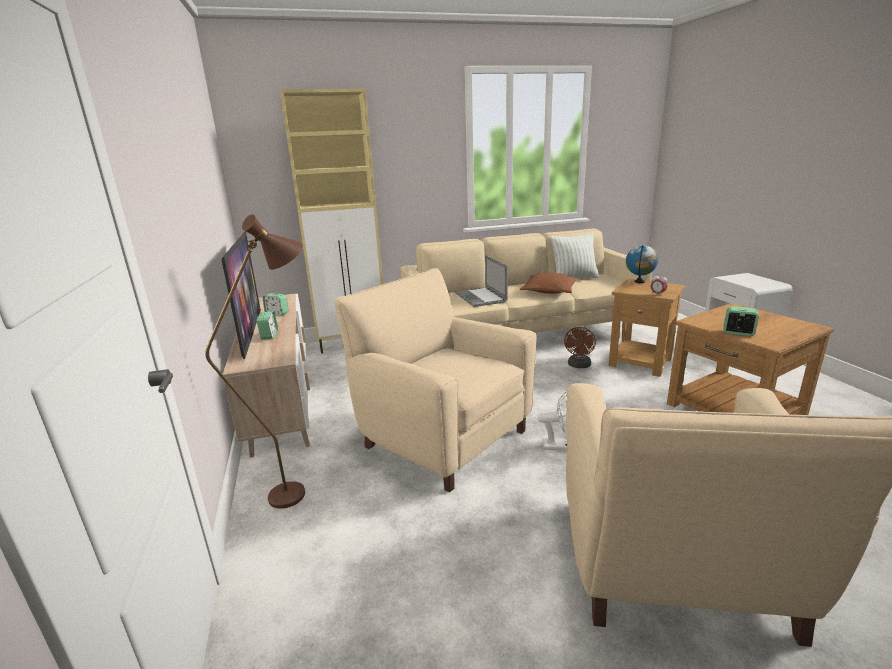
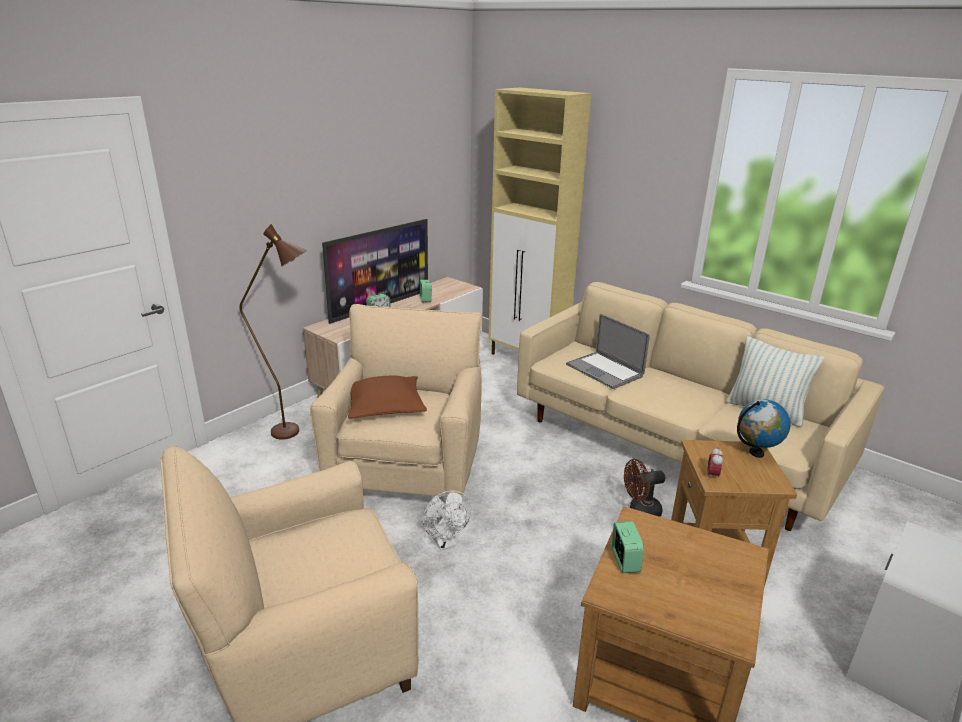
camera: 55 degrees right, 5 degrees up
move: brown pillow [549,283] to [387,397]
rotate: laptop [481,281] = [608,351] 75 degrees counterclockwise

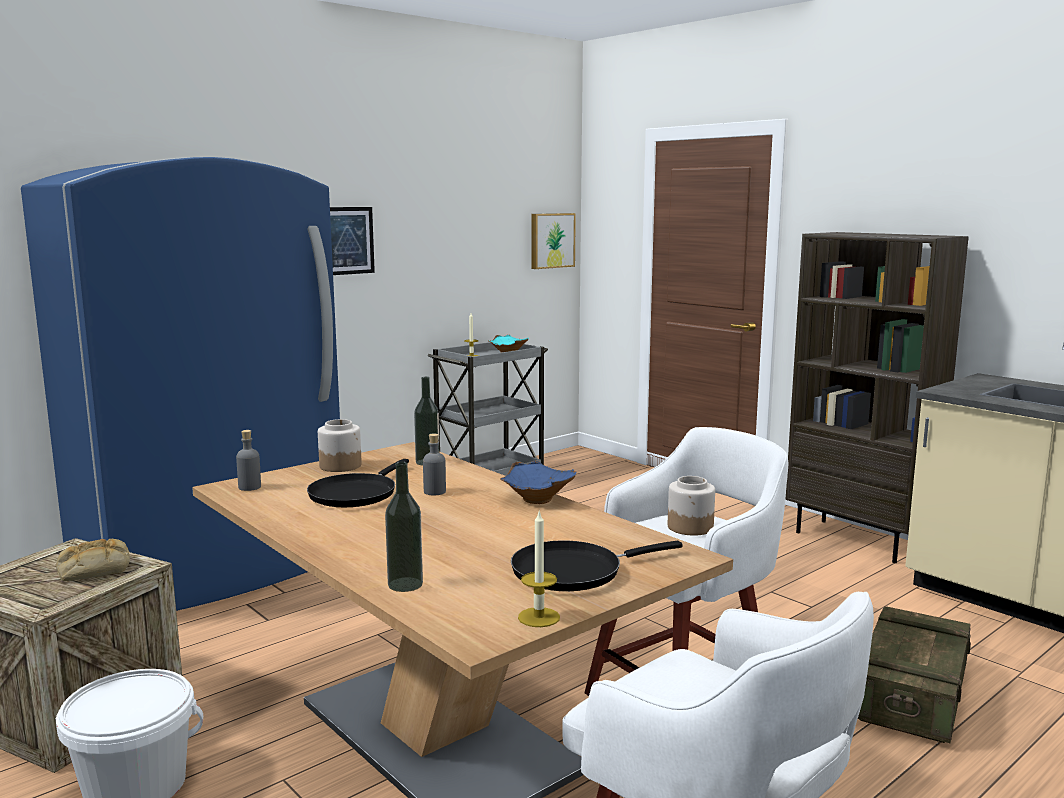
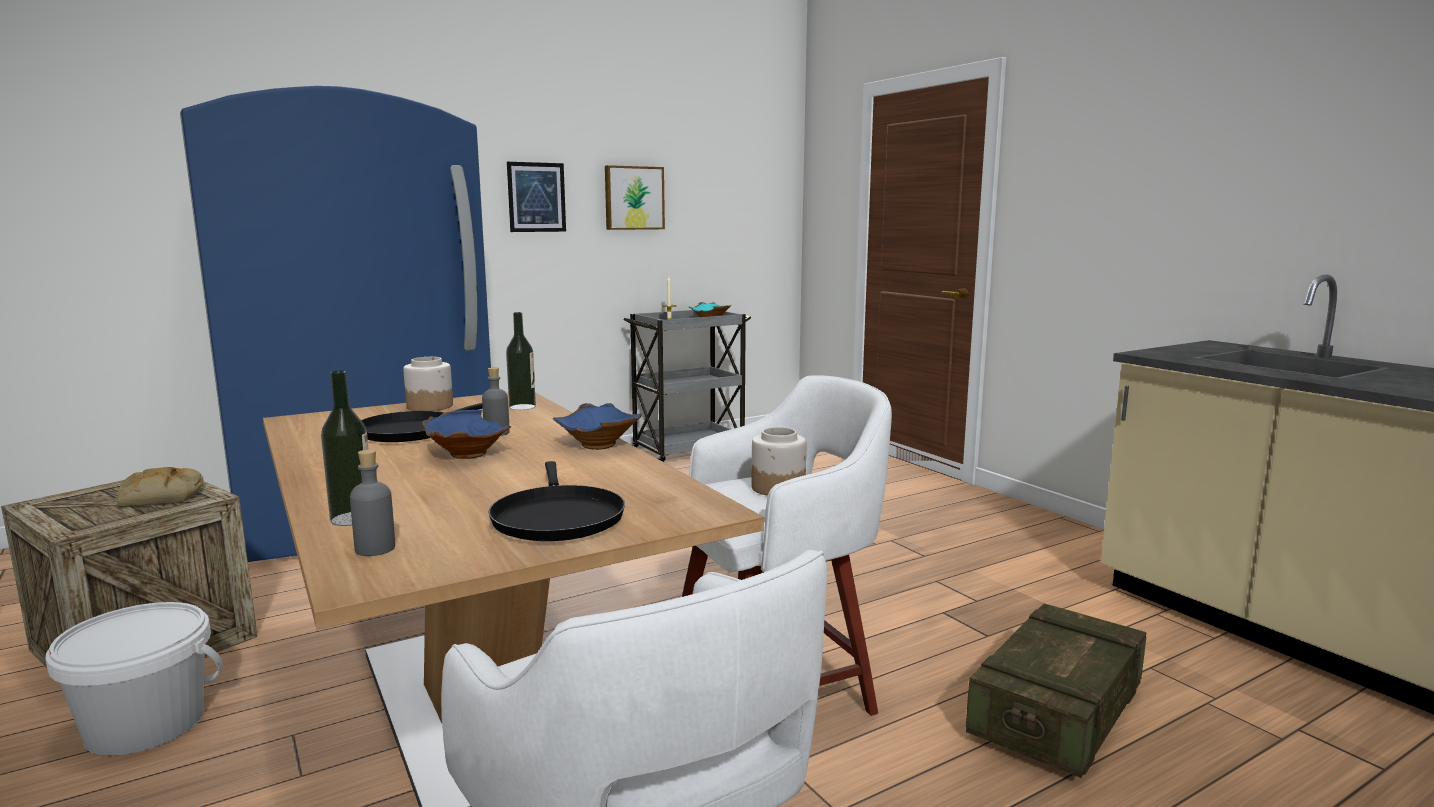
camera: 10 degrees right, 0 degrees up
delete: candle [539,568]; brown bookcase [877,397]
insert: blue bowl [467,434]
move: grey bottle [248,460] to [372,502]; picture [554,241] to [635,197]
rotate: black frying pan [597,565] = [556,501] 90 degrees counterclockwise

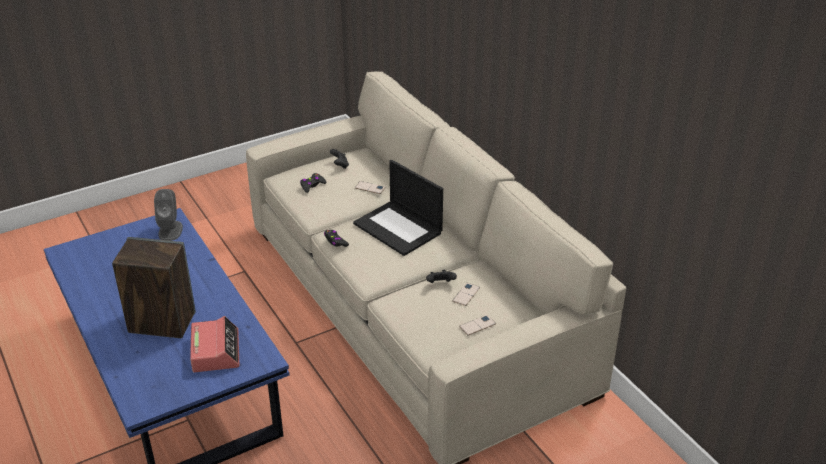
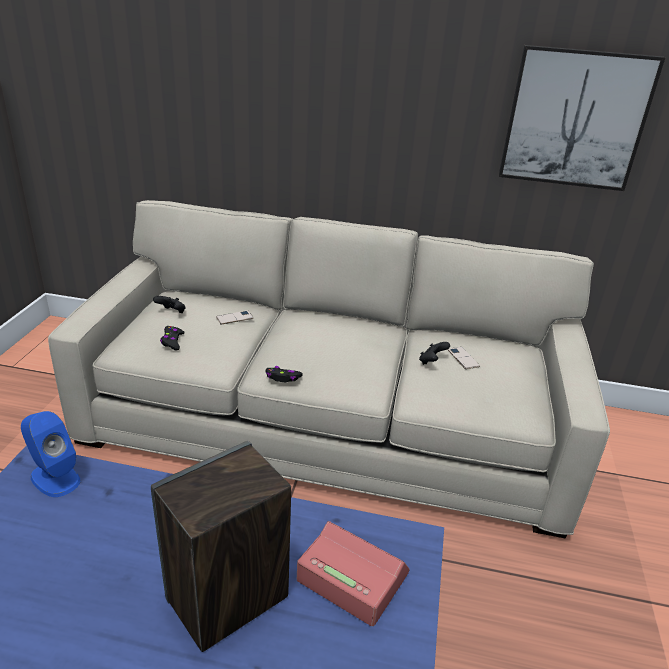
camera: 50 degrees left, 5 degrees down
delete: laptop [398,208]; phone [477,325]
insert: picture [582,118]
recolor: grey speaker [168,215] to blue speaker [50,454]

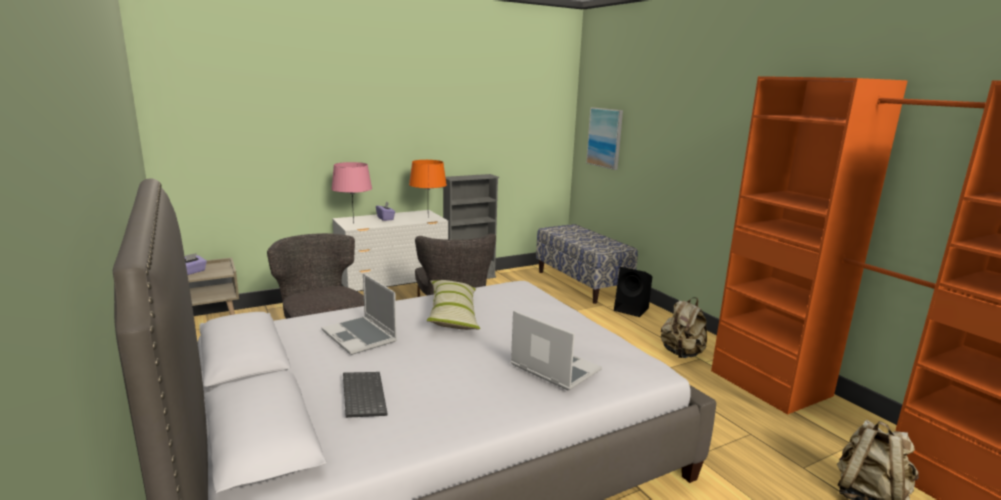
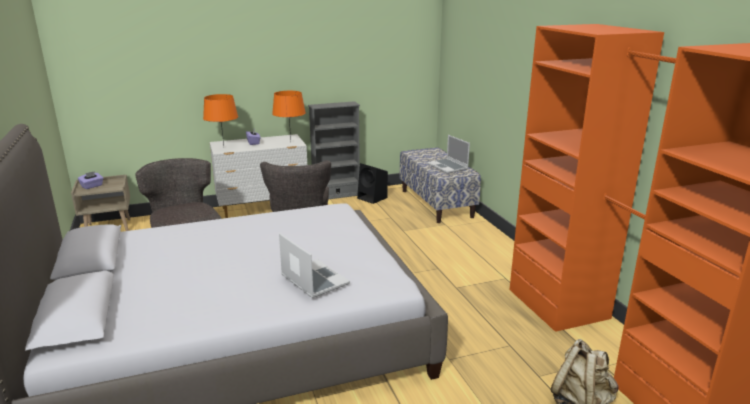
camera: 10 degrees right, 5 degrees up
delete: keyboard [365,395]; pillow [453,305]; picture [604,138]; beige backpack [684,327]
move: laptop [359,314] to [448,154]; black speaker [633,292] to [372,183]
recolor: pink table lamp [351,193] to orange table lamp [220,119]

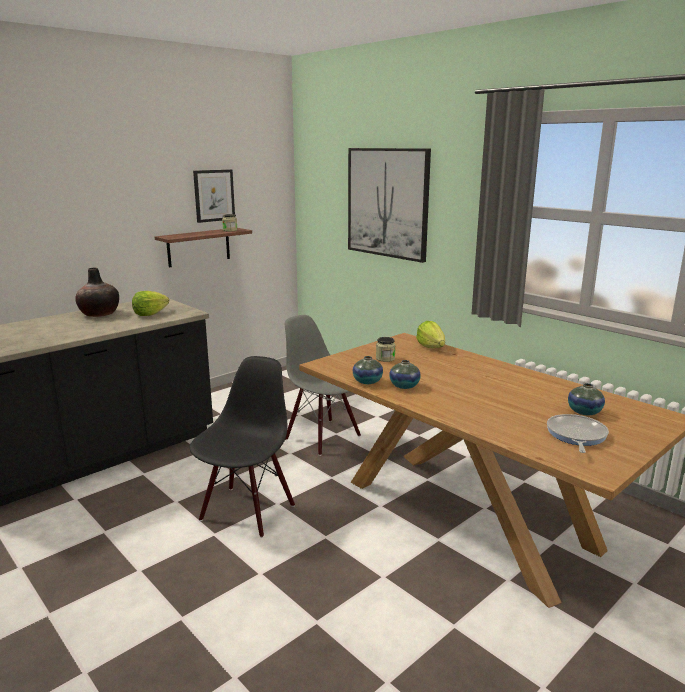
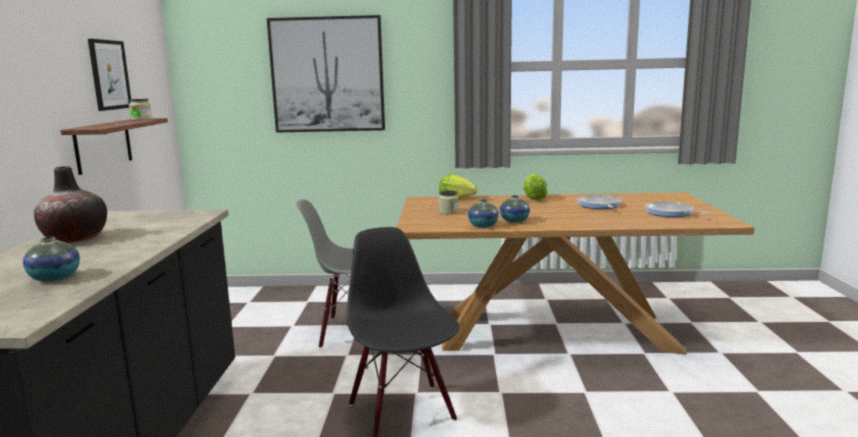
camera: 45 degrees left, 5 degrees down
insert: frying pan [599,202]
move: lettuce [150,303] to [535,187]; vase [586,399] to [51,259]

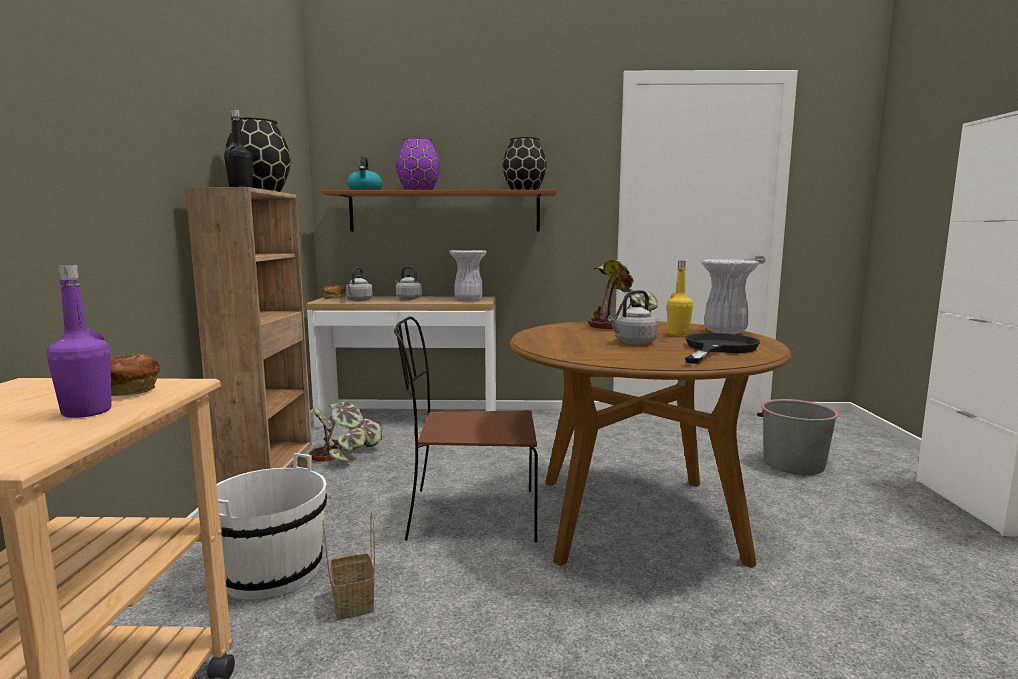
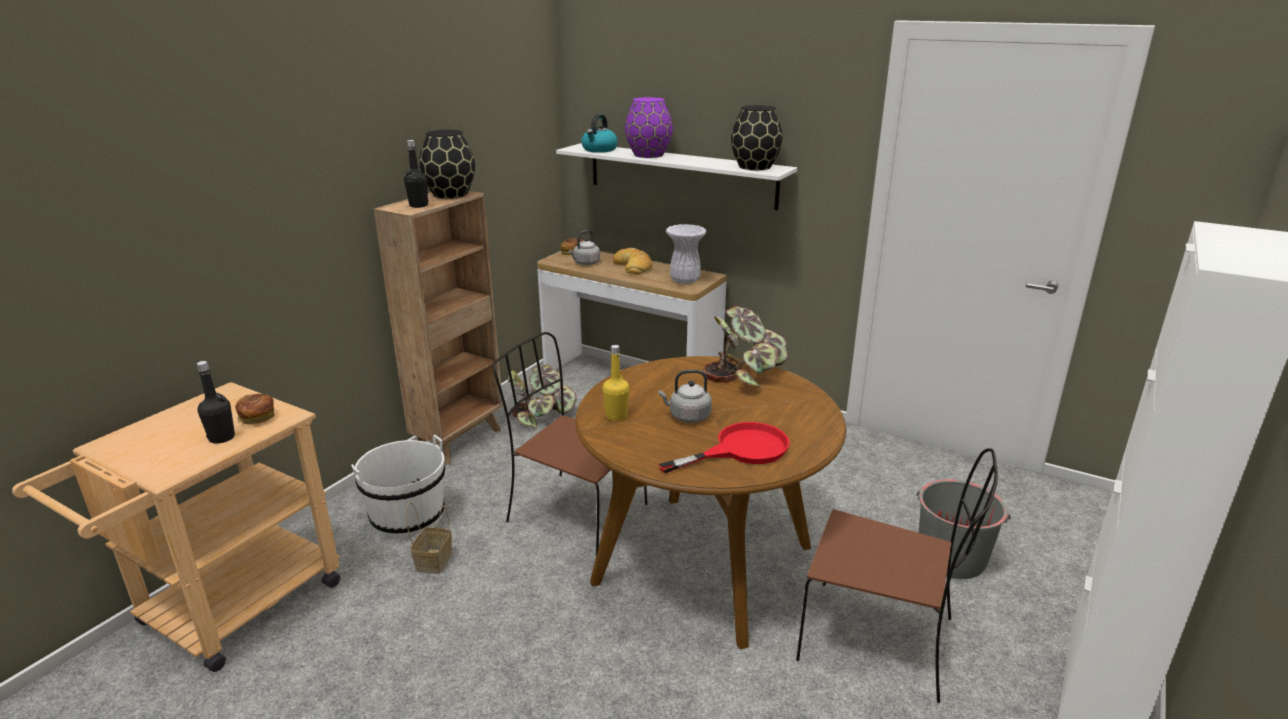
camera: 30 degrees right, 15 degrees up
delete: white vase [730,297]
insert: brown chair [897,575]
move: yellow bottle [680,298] to [615,383]
replace: grey kettle [408,283] to bread [632,261]
recolor: purple bottle [79,341] to black bottle [216,402]; brown shelf [439,210] to white shelf [676,176]; black frying pan [722,348] to red frying pan [724,447]

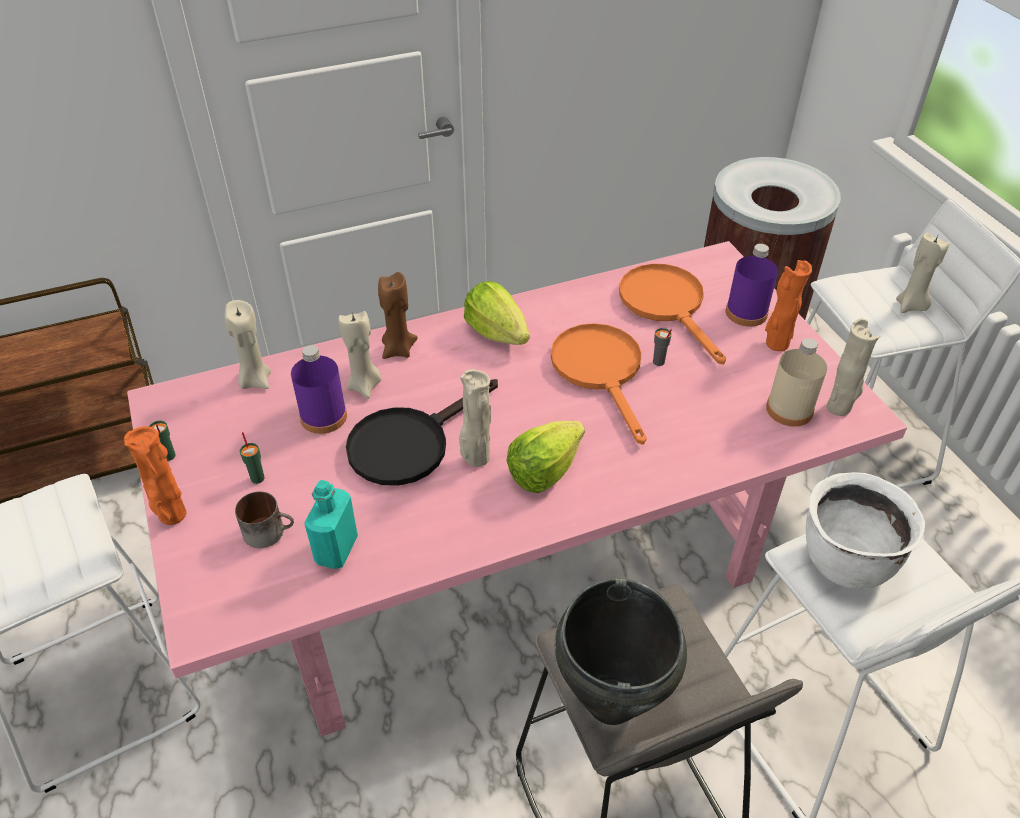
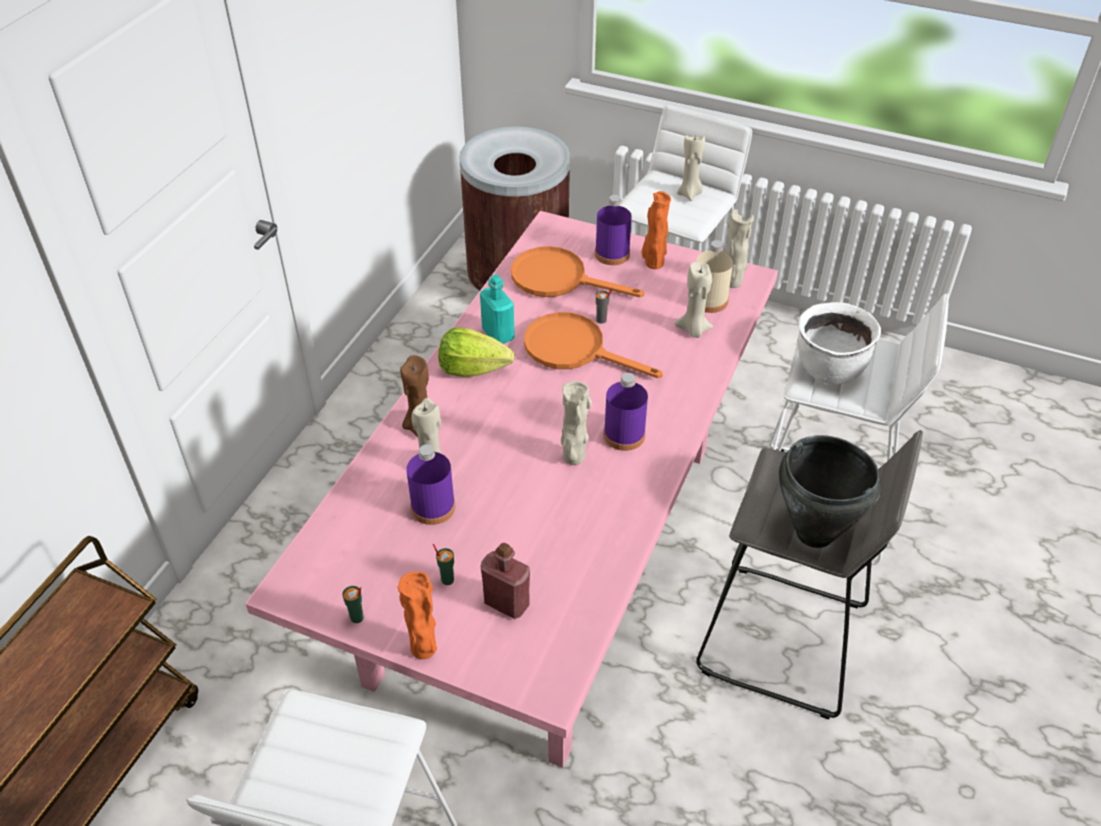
camera: 45 degrees left, 0 degrees up
delete: black frying pan [422,432]
move: beige candle [248,344] to [694,300]; turquoise bottle [331,524] to [497,309]
replace: mug [264,519] to red bottle [505,581]; lettuce [545,457] to purple bottle [626,412]

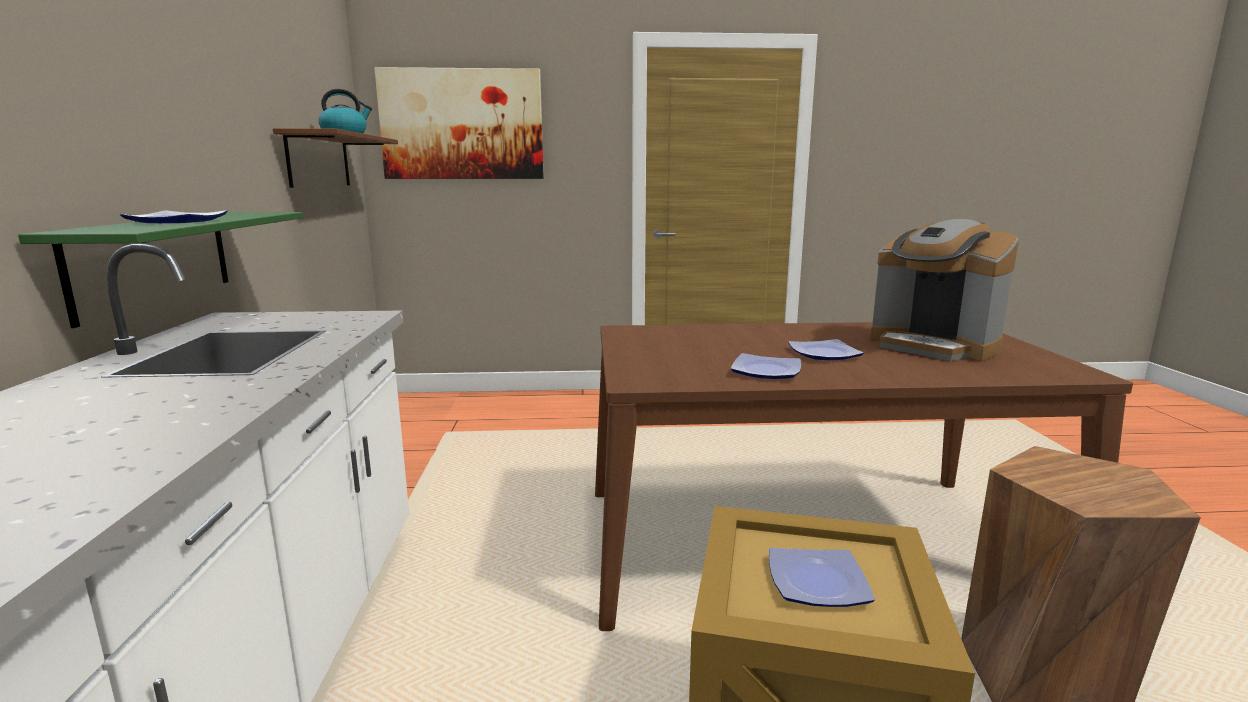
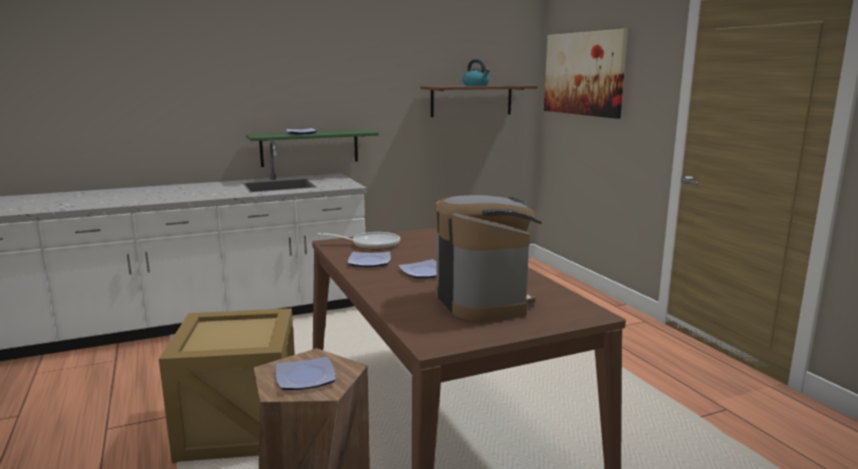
camera: 70 degrees right, 0 degrees up
insert: frying pan [358,241]
move: plate [822,577] to [306,373]
rotate: coffee machine [944,290] = [488,258] 135 degrees clockwise

